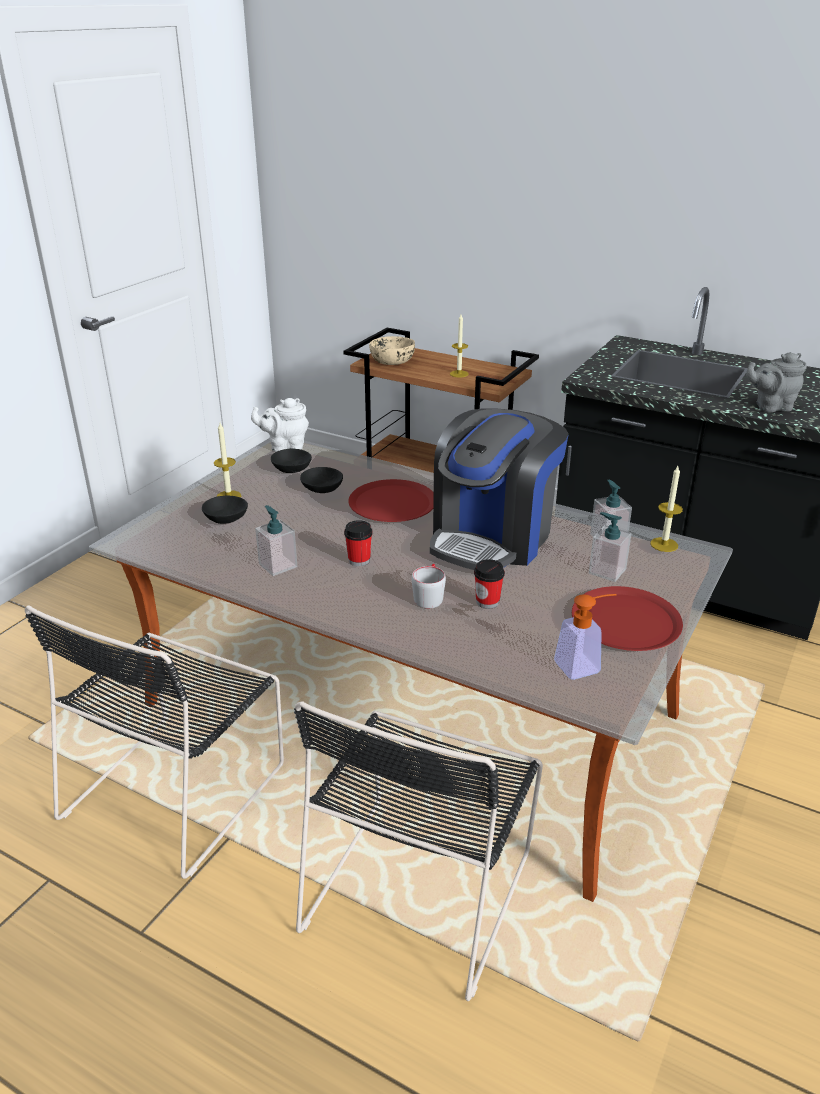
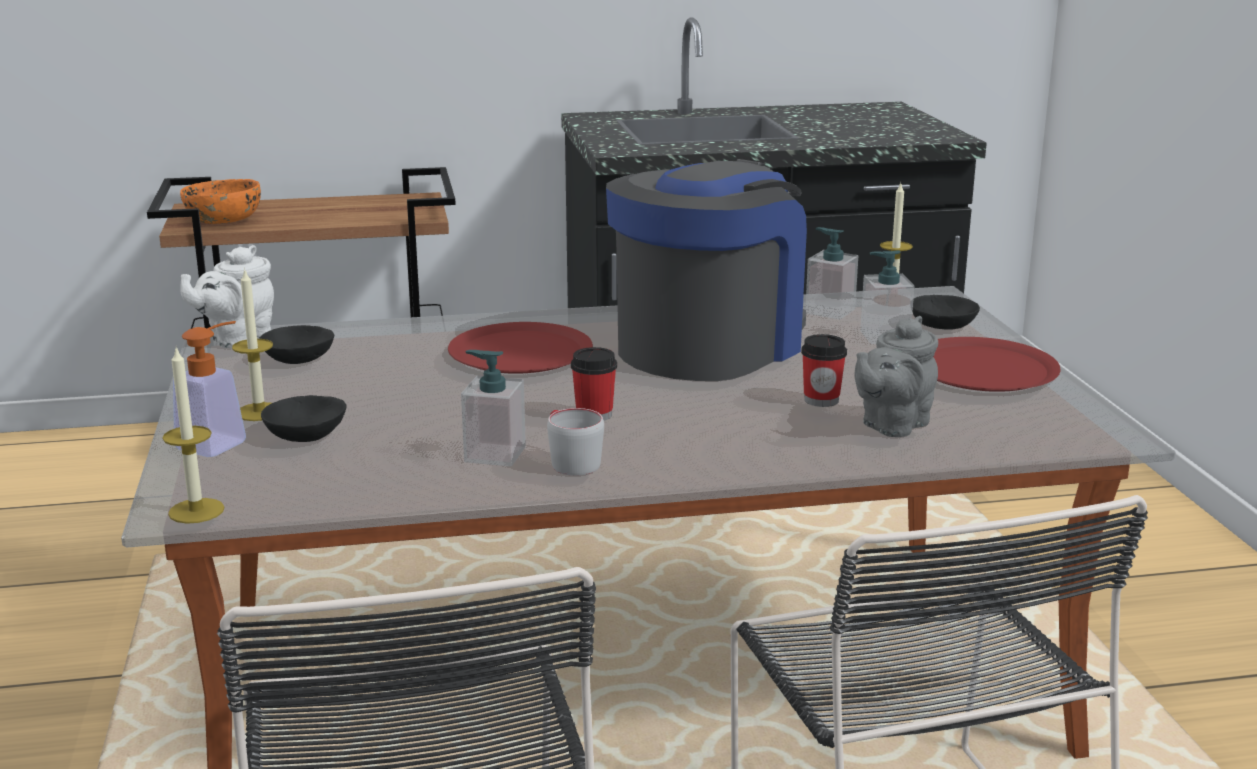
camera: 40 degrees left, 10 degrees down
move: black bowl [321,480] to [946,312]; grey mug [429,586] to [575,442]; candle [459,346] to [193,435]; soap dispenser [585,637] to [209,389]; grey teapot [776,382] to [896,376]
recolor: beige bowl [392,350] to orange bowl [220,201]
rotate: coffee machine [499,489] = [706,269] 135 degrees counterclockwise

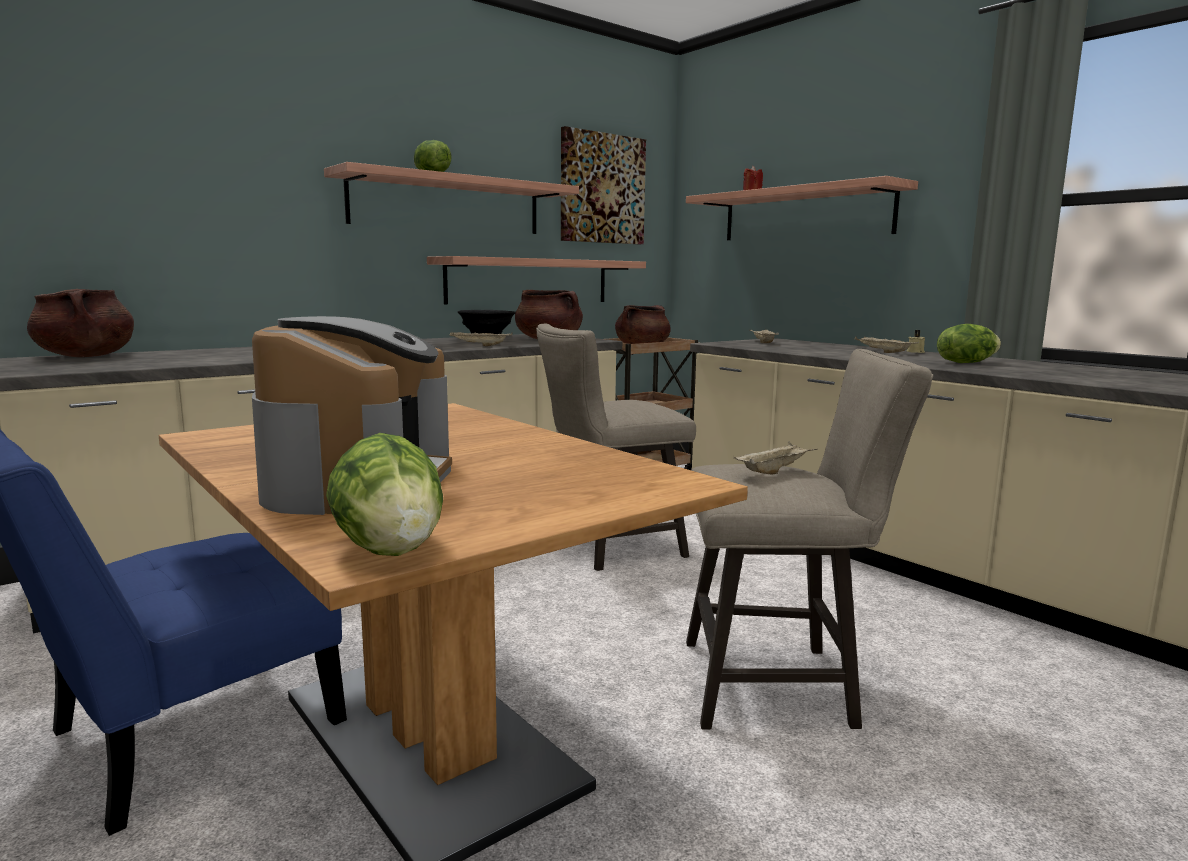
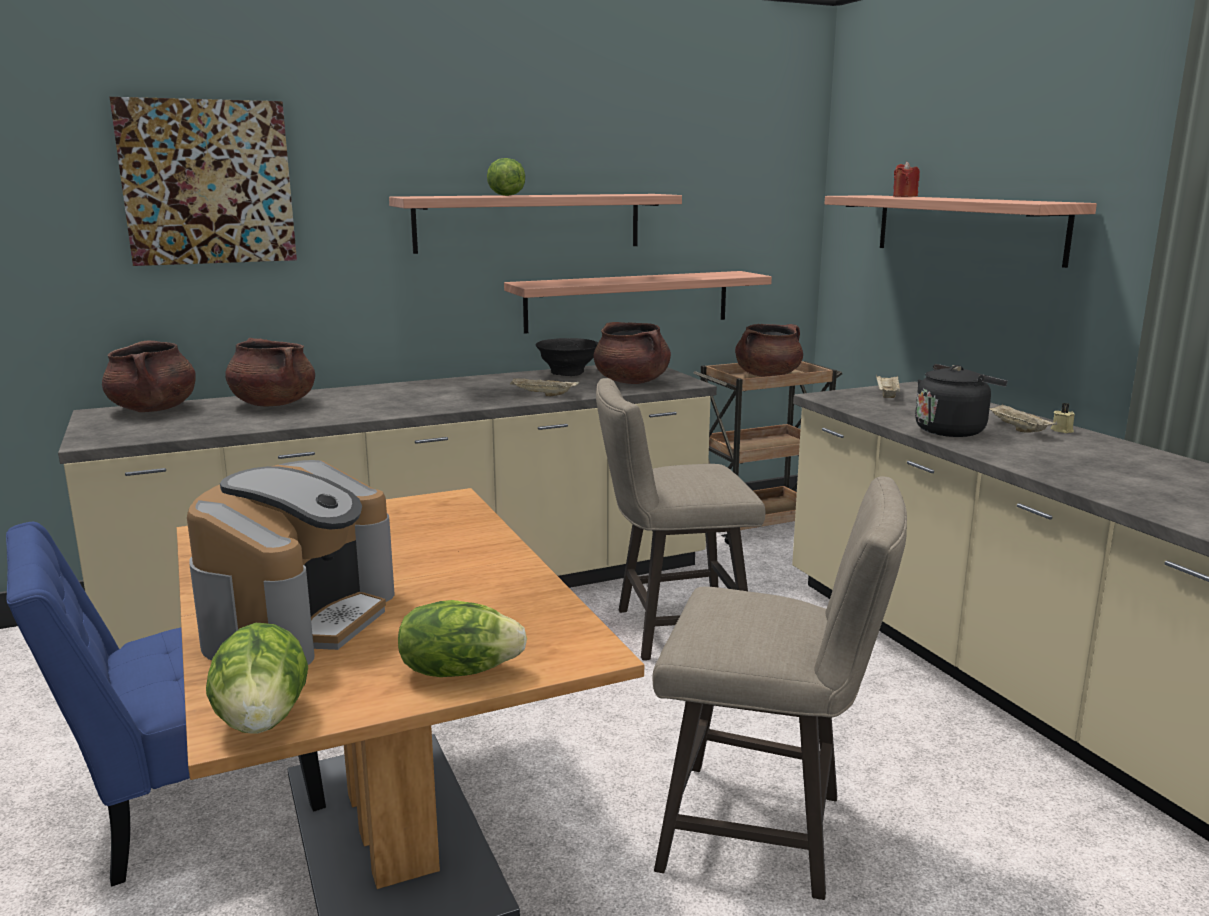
camera: 15 degrees right, 5 degrees up
delete: beige tray [776,457]
insert: brown cooking pot [270,372]; black kettle [961,400]
move: picture [603,185] to [203,181]; lettuce [969,343] to [462,638]

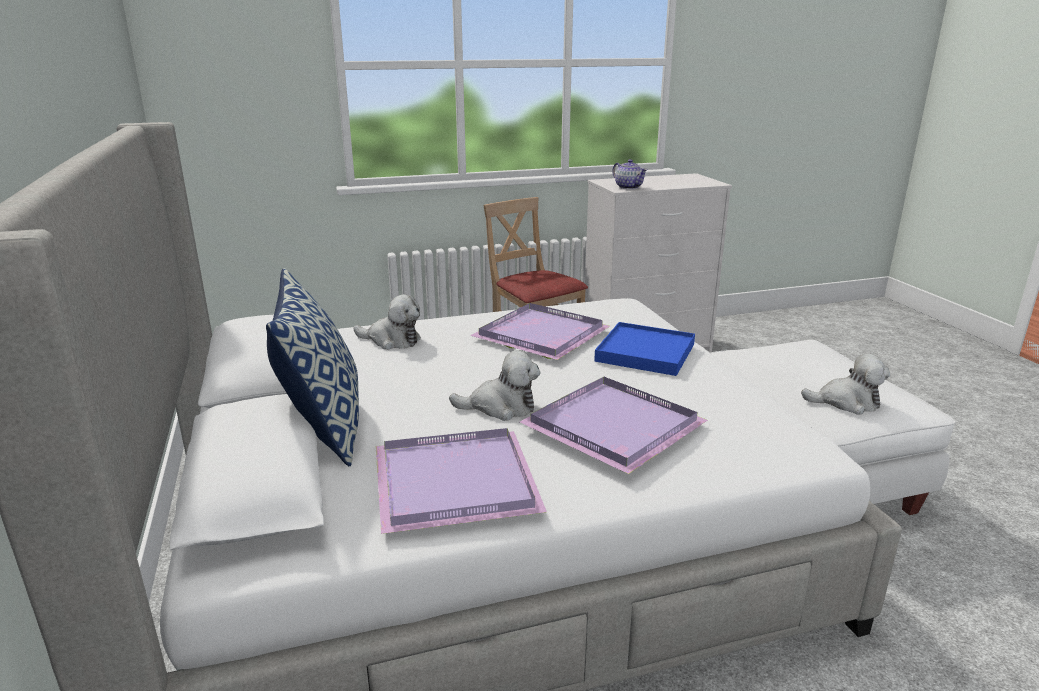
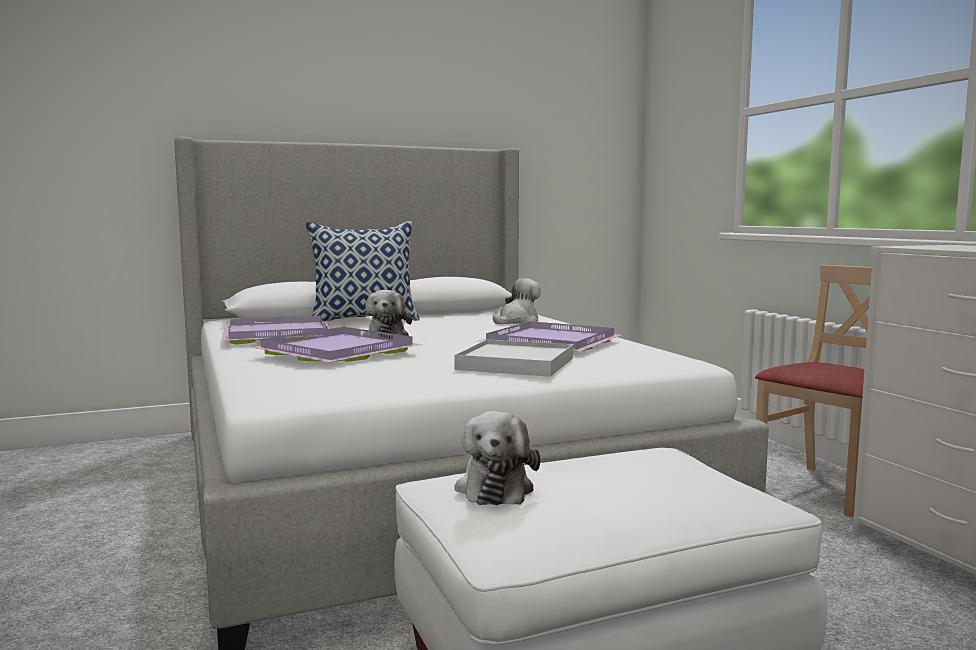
camera: 85 degrees right, 15 degrees down
delete: teapot [630,174]
recolor: blue tray [644,349] to white tray [514,358]
rotate: plush toy [387,322] = [517,301] 150 degrees counterclockwise

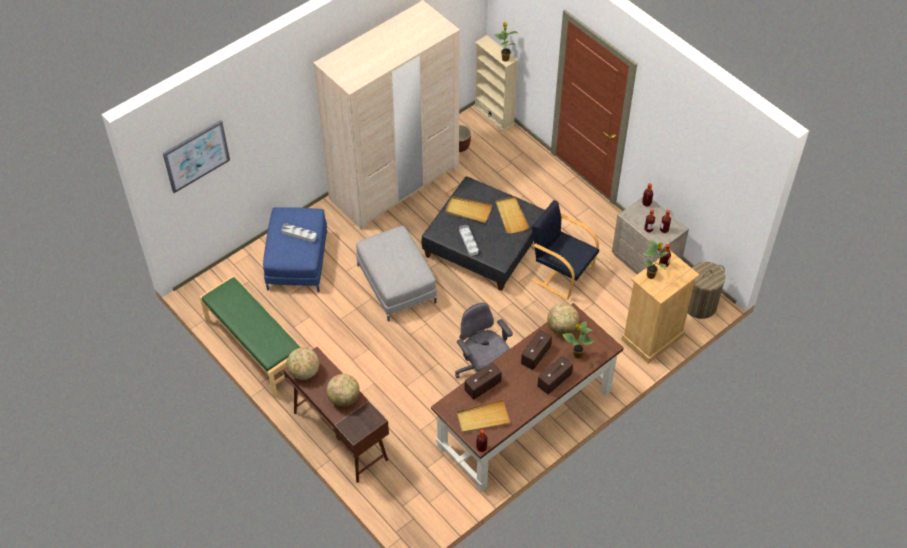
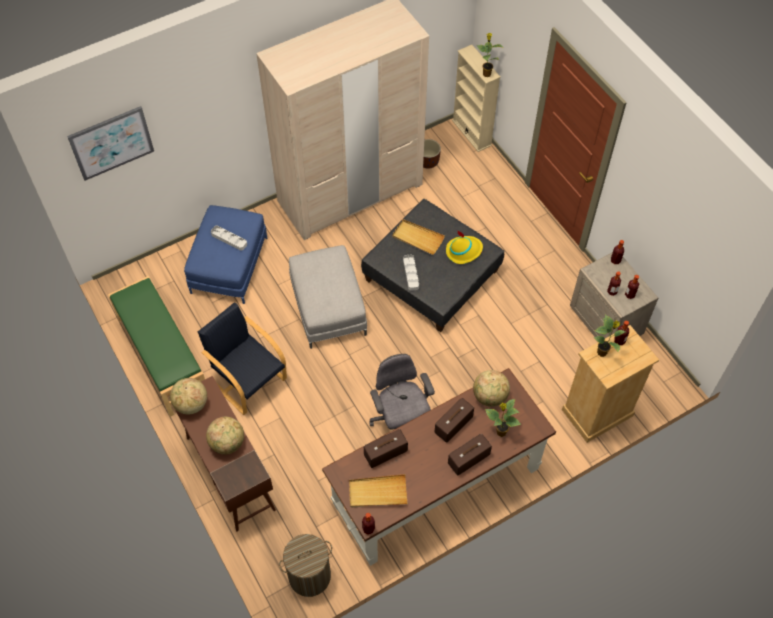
camera: 10 degrees right, 5 degrees up
move: black armchair [565,250] to [242,358]; laundry basket [706,290] to [305,565]
replace: beige tray [512,214] to yellow hat [464,247]

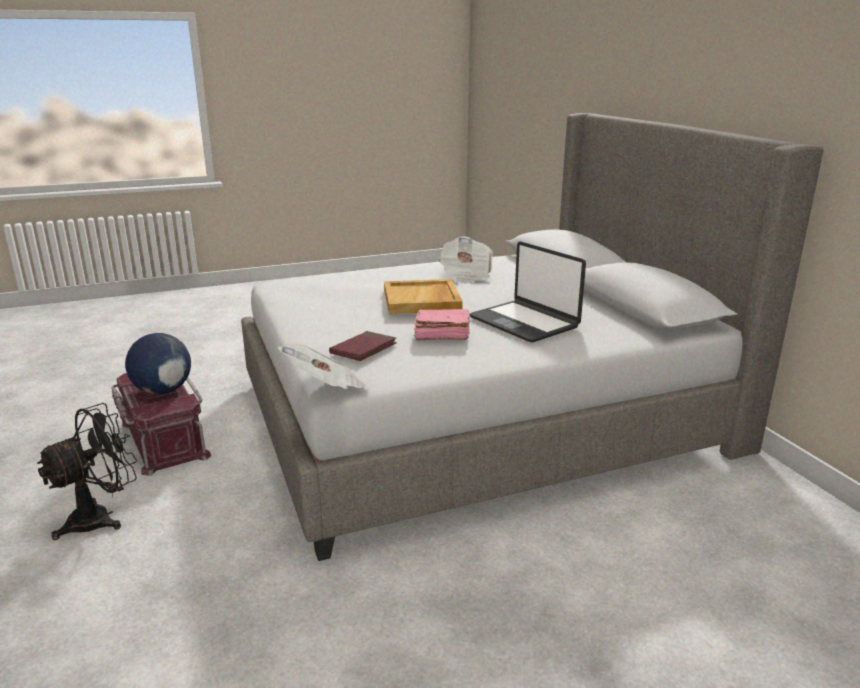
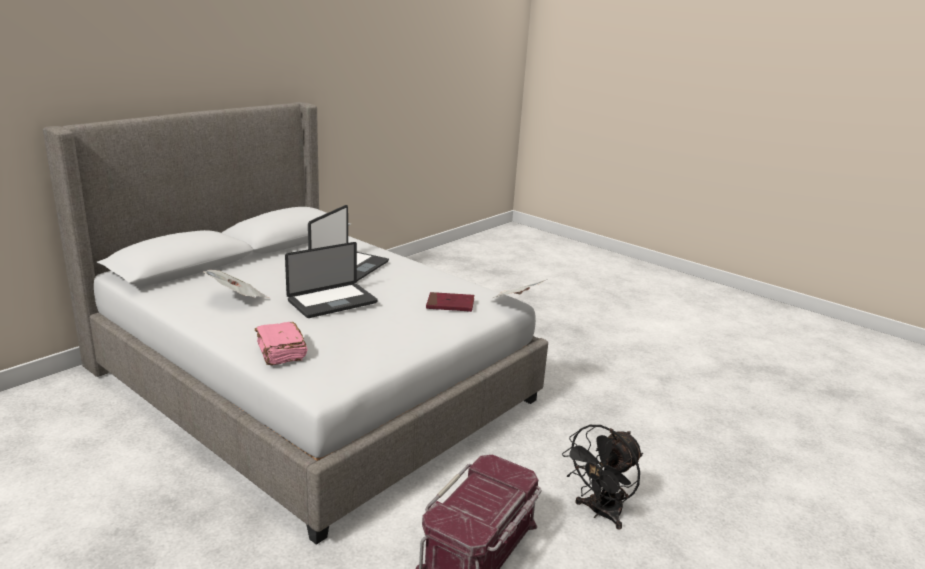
camera: 120 degrees left, 0 degrees up
delete: globe [158,363]
move: pink book [442,325] to [281,343]
replace: beige tray [423,296] to laptop [331,280]
rotate: black fan [87,471] = [602,477] 60 degrees counterclockwise

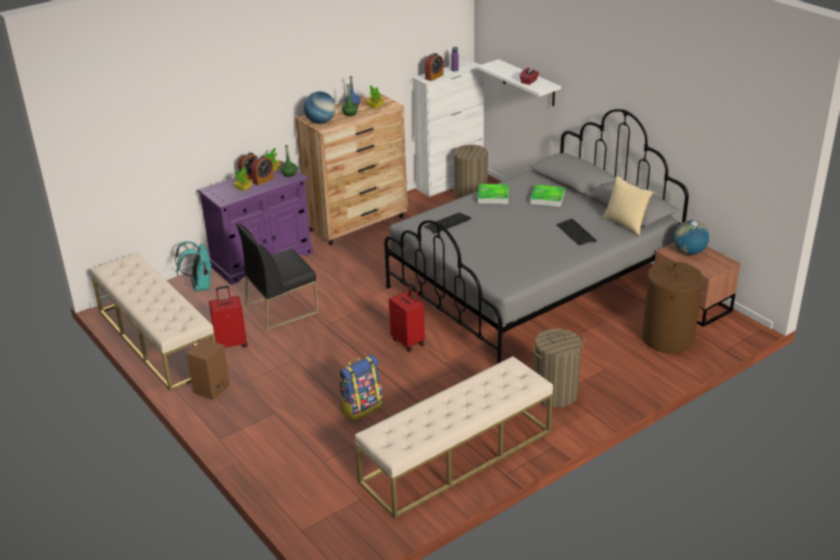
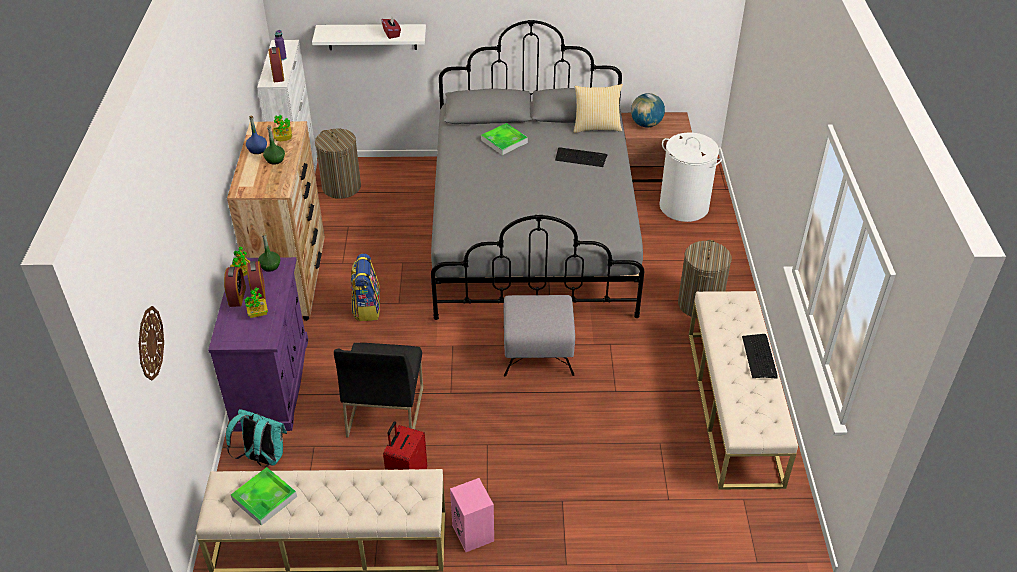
camera: 55 degrees left, 10 degrees up
delete: globe [320,107]
insert: wall clock [151,343]
move: backpack [361,388] to [365,287]; keyboard [448,223] to [760,356]; tray [493,194] to [264,496]
replace: red suitcase [407,317] to grey ottoman [539,335]
recolor: brown speaker [208,369] to pink speaker [472,515]; brown laundry basket [672,307] to white laundry basket [690,177]

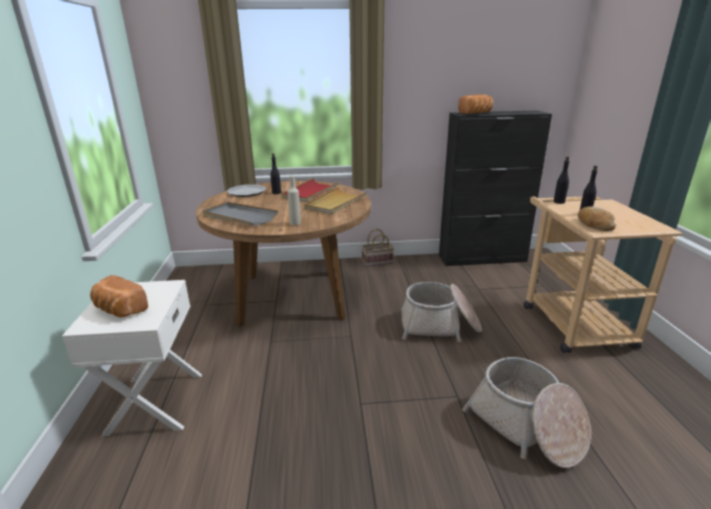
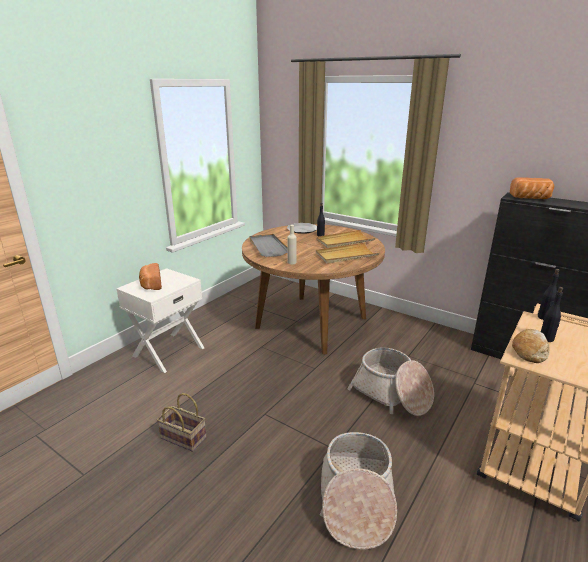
camera: 40 degrees right, 0 degrees up
move: basket [378,248] to [181,422]
recolor: red tray [310,190] to beige tray [346,239]

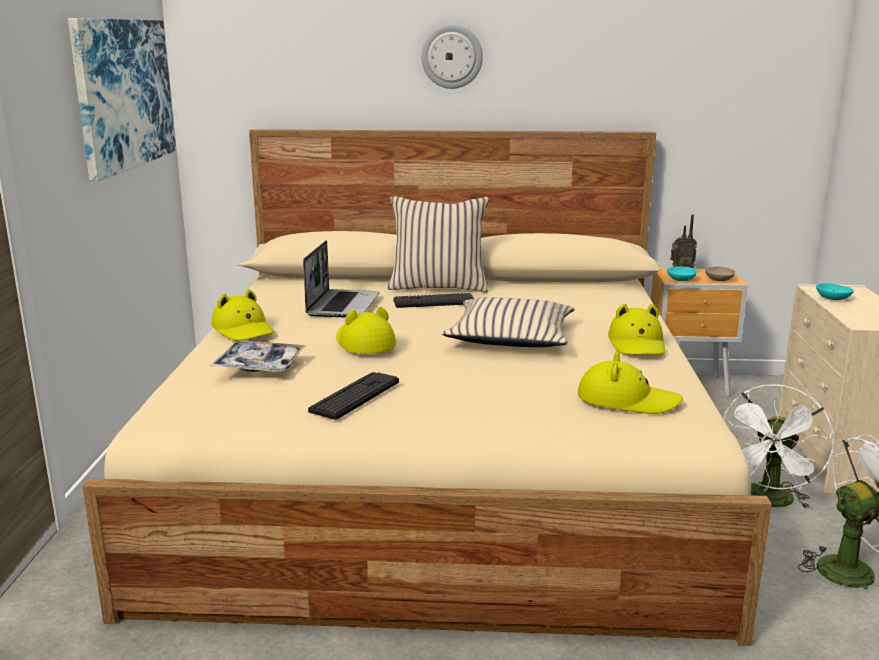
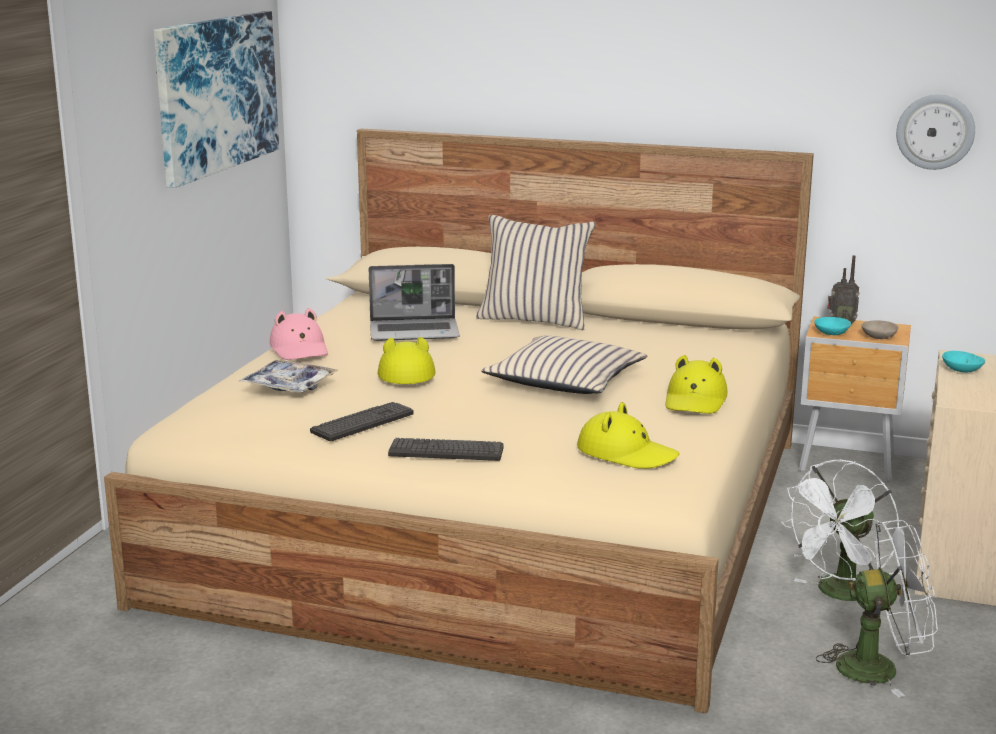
camera: 15 degrees right, 0 degrees up
move: keyboard [434,300] to [446,449]; wall clock [452,56] to [935,132]
recolor: yellow hat [243,315] to pink hat [299,334]
rotate: laptop [341,279] = [414,302] 60 degrees clockwise

